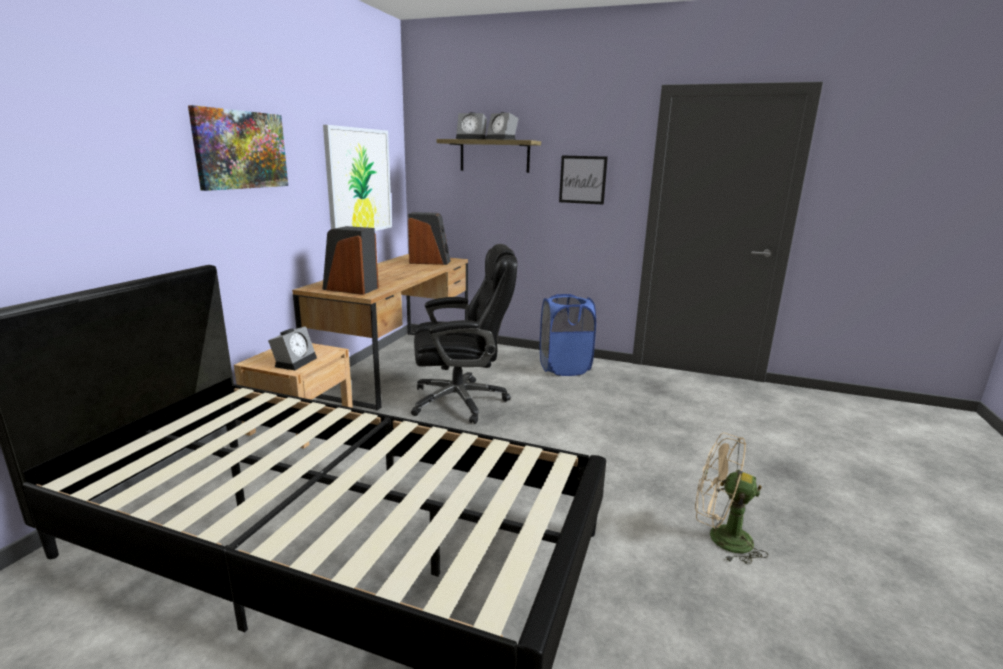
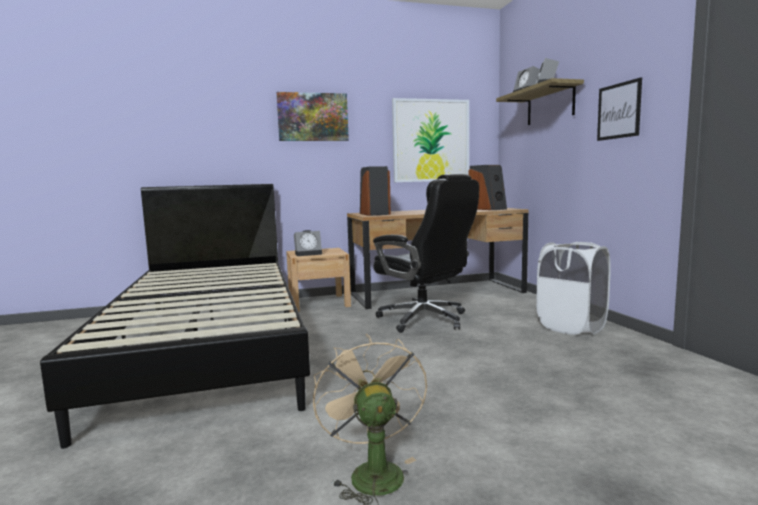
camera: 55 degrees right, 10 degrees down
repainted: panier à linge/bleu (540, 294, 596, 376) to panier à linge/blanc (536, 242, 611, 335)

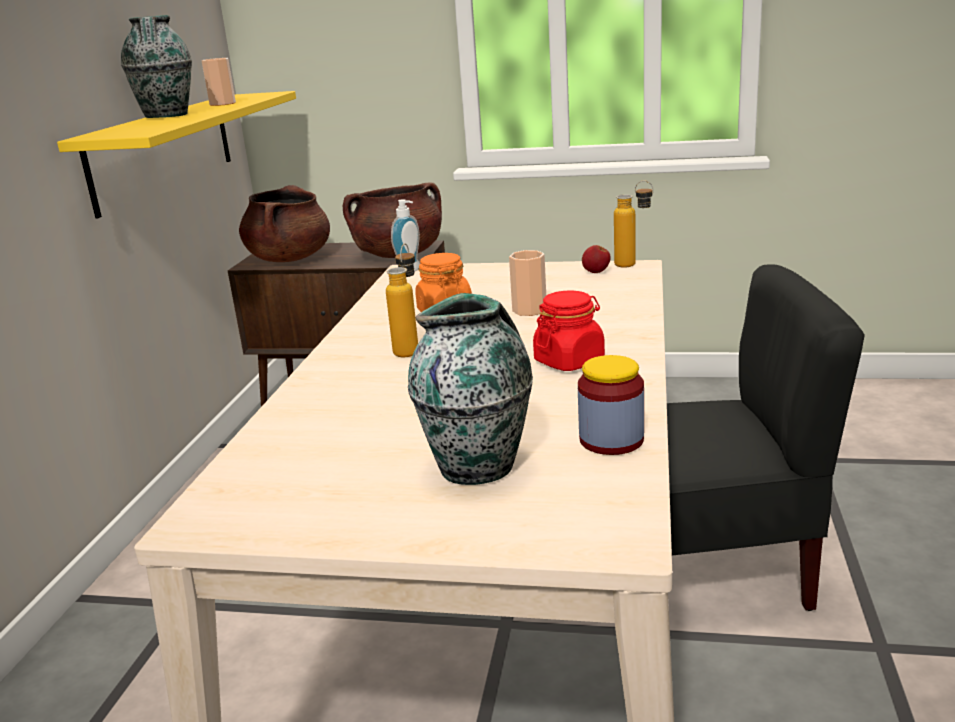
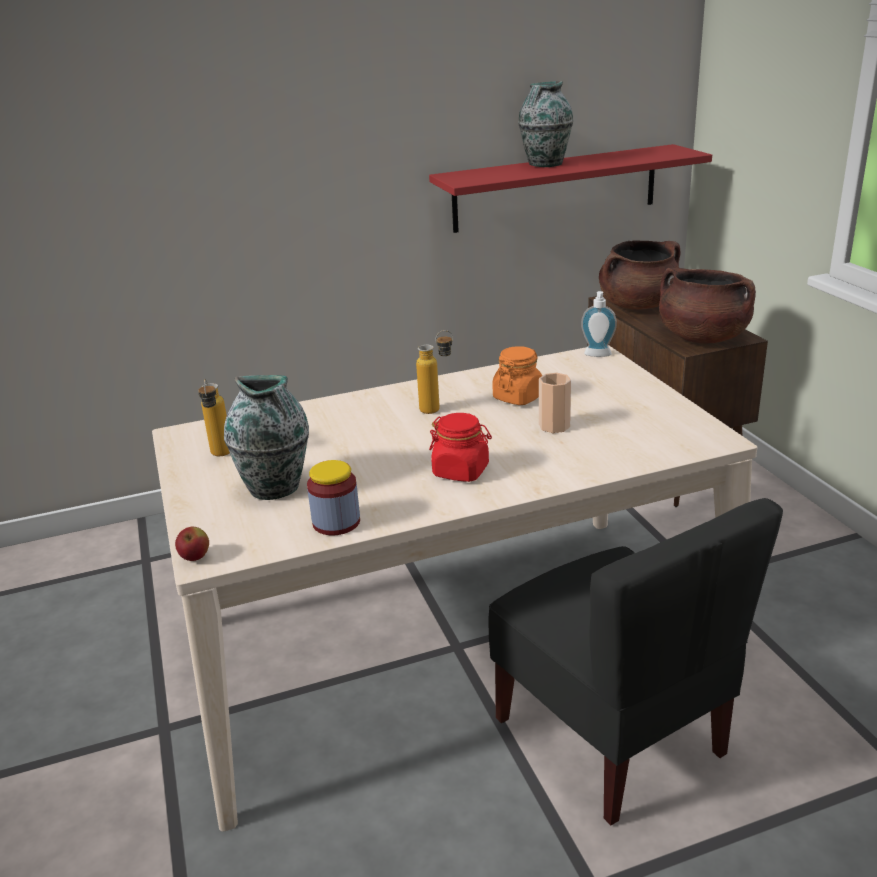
camera: 60 degrees right, 5 degrees up
gone: tasse (202, 58, 236, 106)
shifted: pomme (582, 245, 611, 273) to (175, 527, 209, 561); bouteille (614, 180, 653, 268) to (198, 379, 230, 456)
repainted: étagère/jaune (57, 91, 296, 219) to étagère/rouge (429, 144, 712, 233)

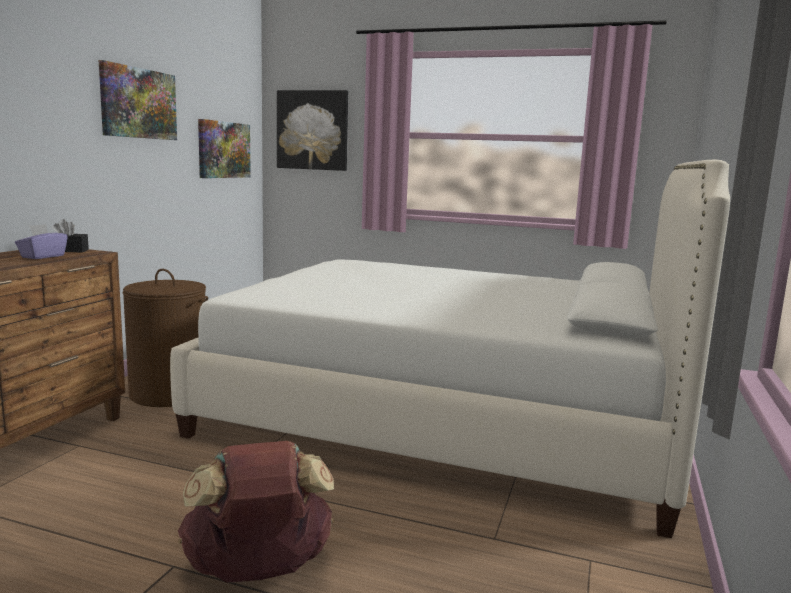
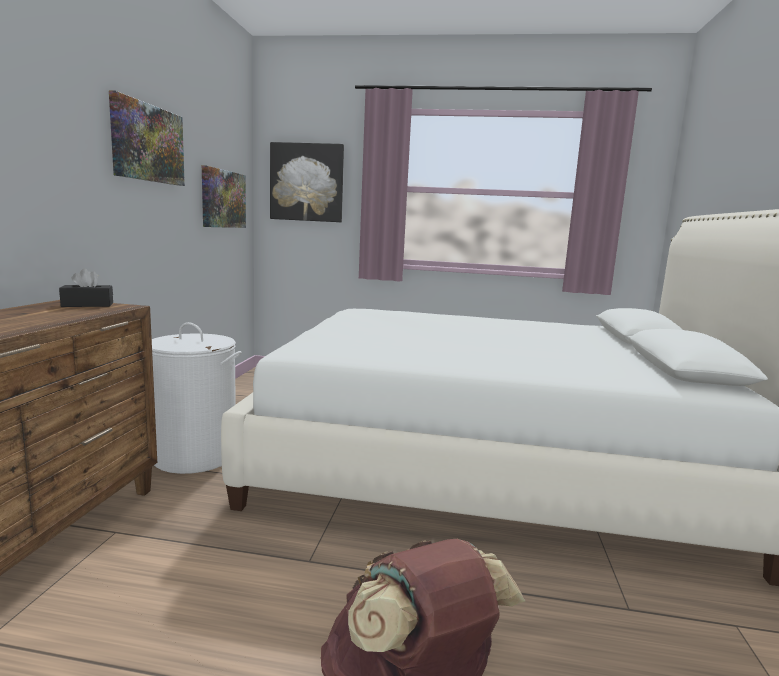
camera: 10 degrees left, 0 degrees up
gone: boîte à mouchoirs/violet (15, 224, 68, 259)
repainted: panier à linge/marron (123, 269, 208, 407) to panier à linge/blanc (152, 322, 242, 474)

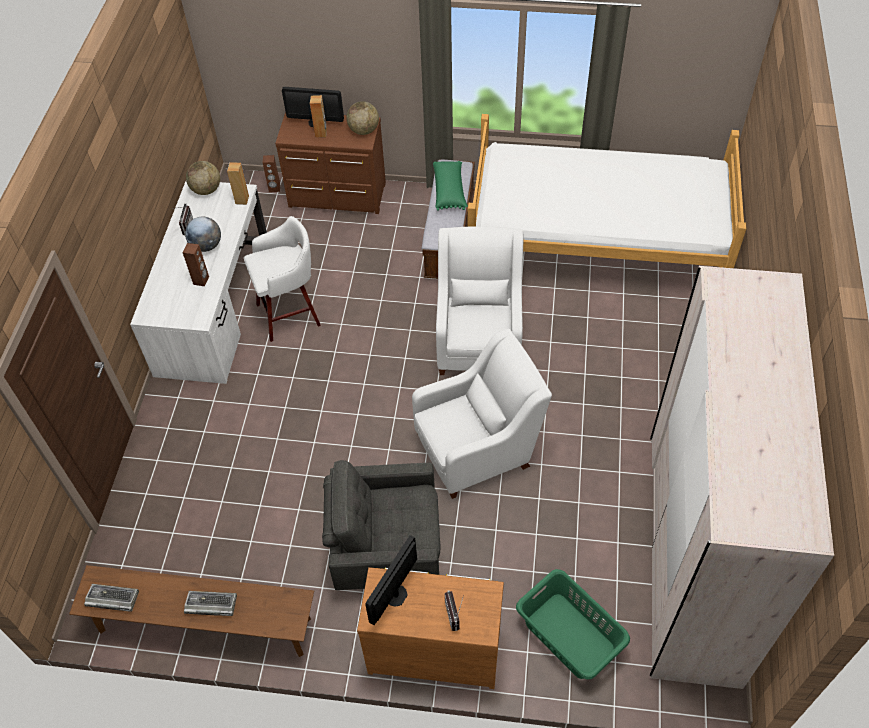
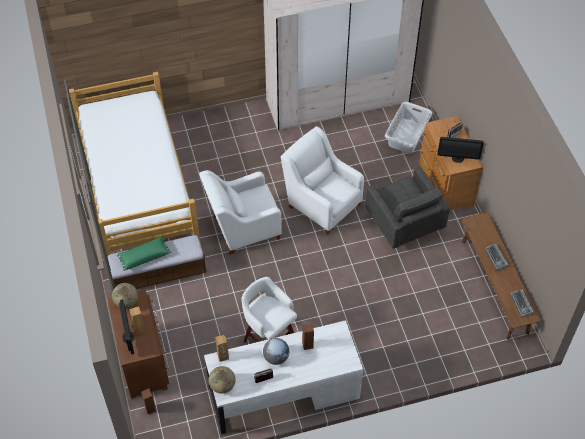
camera: 115 degrees left, 0 degrees up
repainted: panier à linge/vert (516, 569, 630, 679) to panier à linge/gris (385, 102, 432, 154)

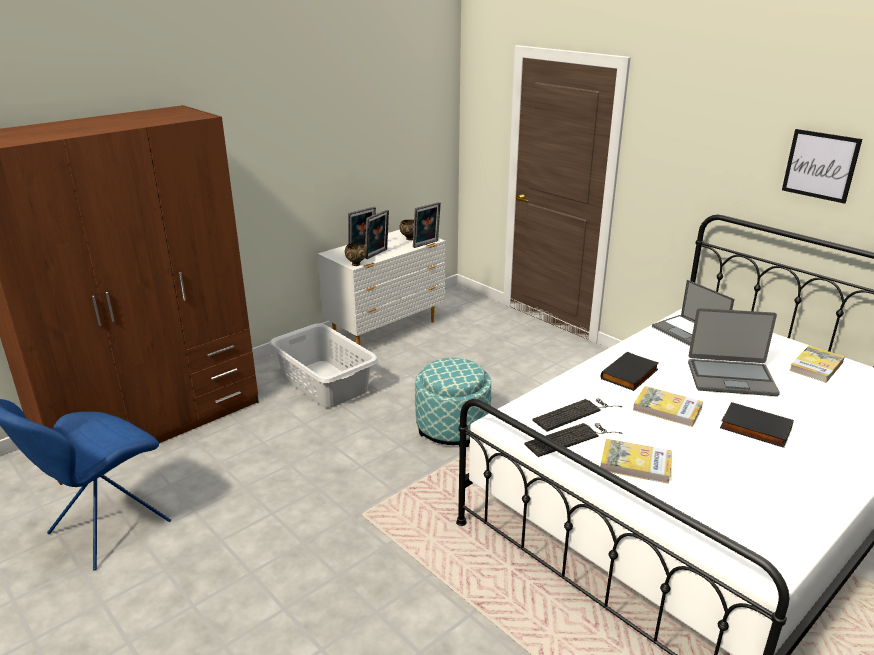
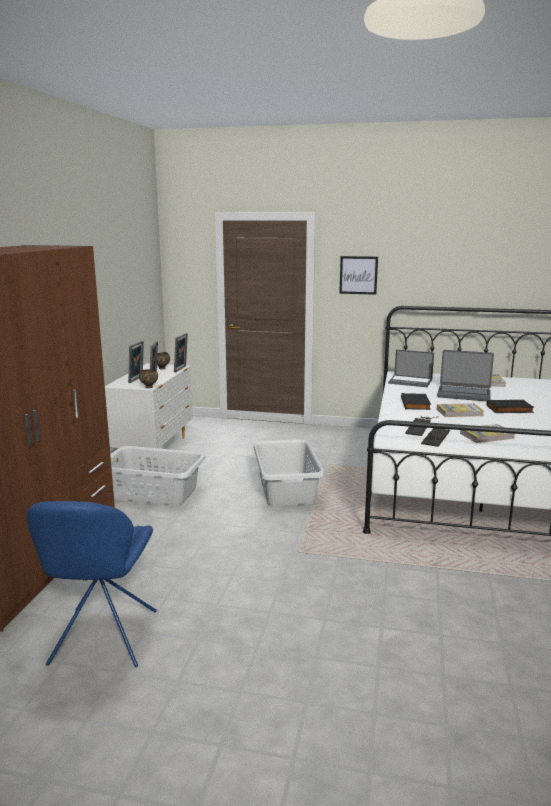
camera: 35 degrees left, 10 degrees down
shifted: tableau (782, 129, 862, 204) to (339, 256, 378, 295)
swapped: pouf (415, 358, 491, 447) to panier à linge/gris (253, 439, 324, 506)
rotated: ordinateur portable (688, 308, 780, 396) = (437, 350, 494, 402) 45 degrees clockwise

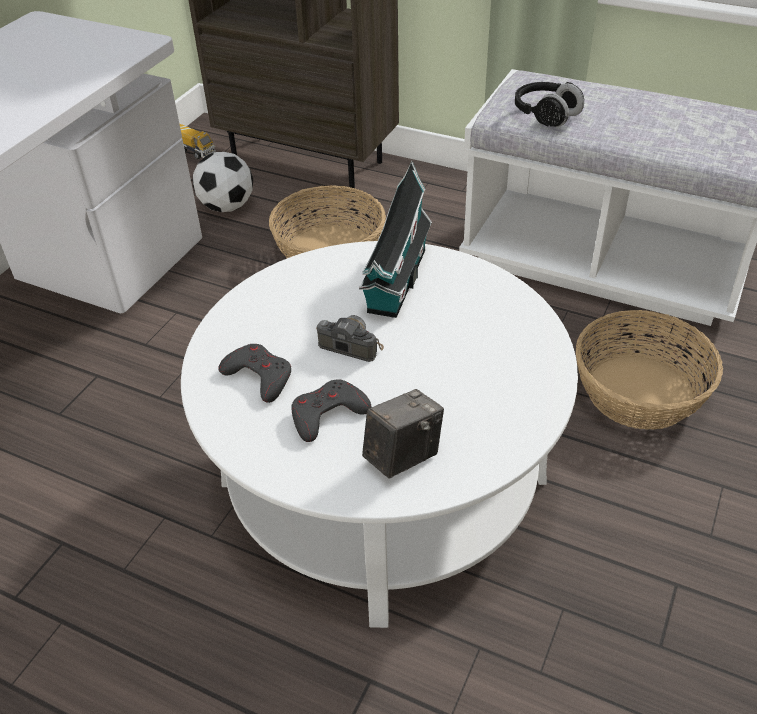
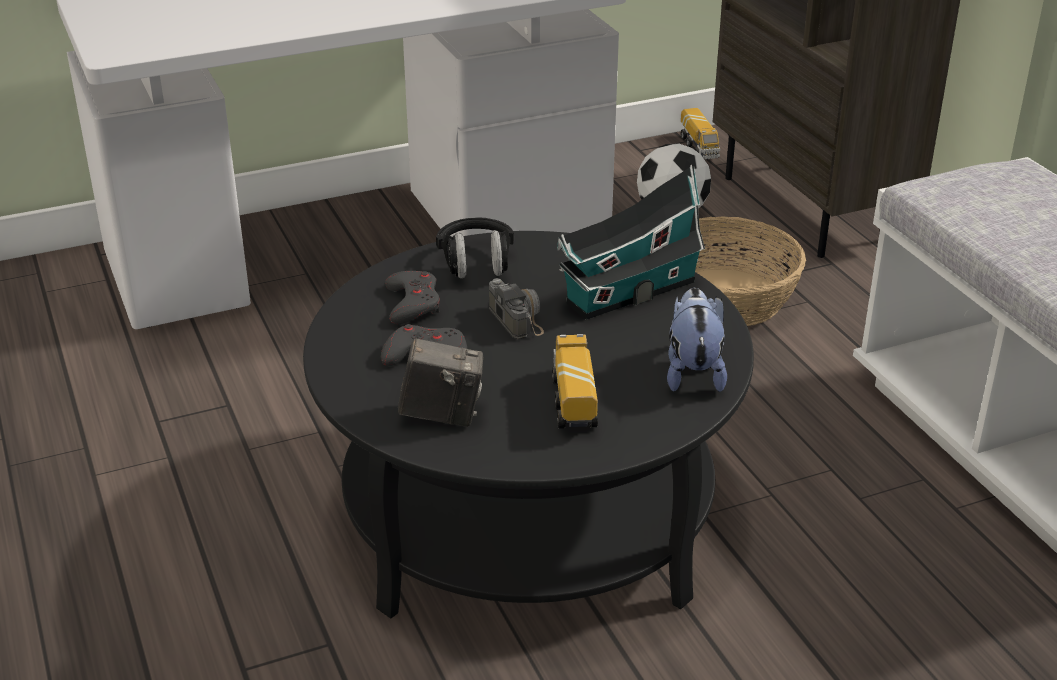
camera: 40 degrees right, 10 degrees down
gone: panier (576, 310, 723, 430)
new: camion jouet (552, 334, 598, 429); peluche (667, 288, 727, 392)
shifted: casque audio/noir (515, 82, 584, 127) to (436, 217, 514, 278)
repainted: table basse/blanc (181, 241, 578, 628) to table basse/noir (303, 231, 754, 618)

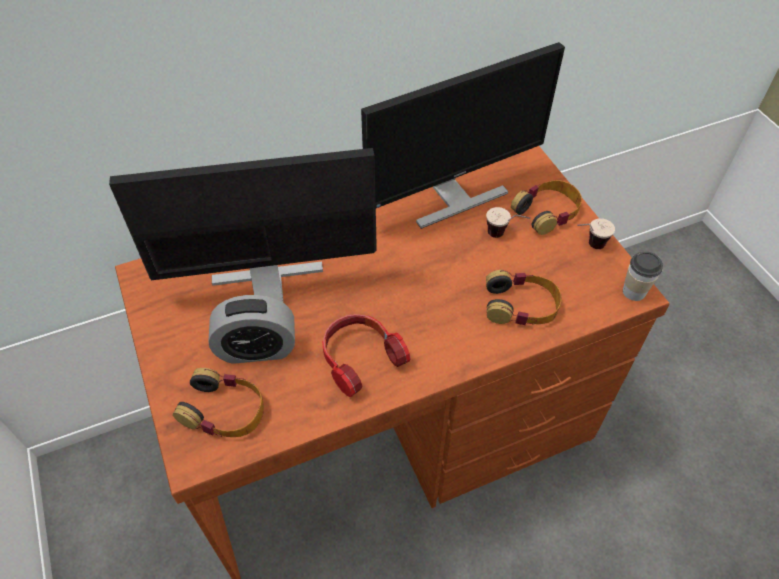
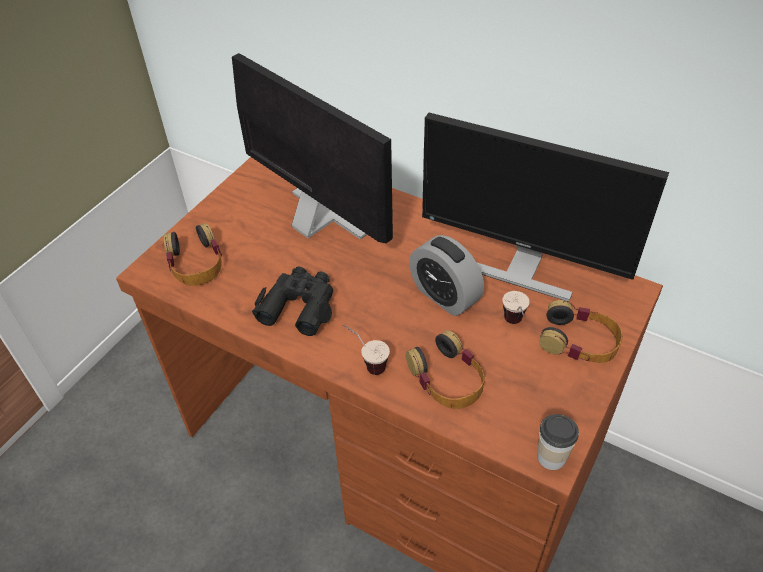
camera: 55 degrees right, 5 degrees down
shifted: réveil (208, 295, 295, 364) to (409, 235, 484, 316); tasse (577, 218, 615, 249) to (343, 324, 390, 375)
swapped: casque audio (322, 314, 410, 397) to jumelles/noir (252, 267, 333, 336)

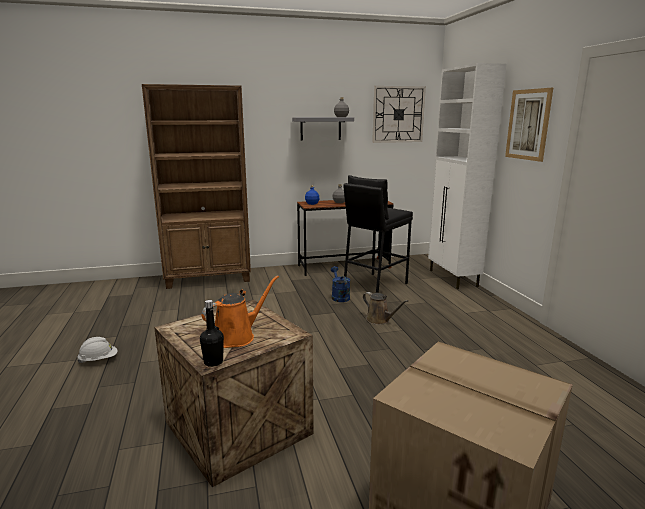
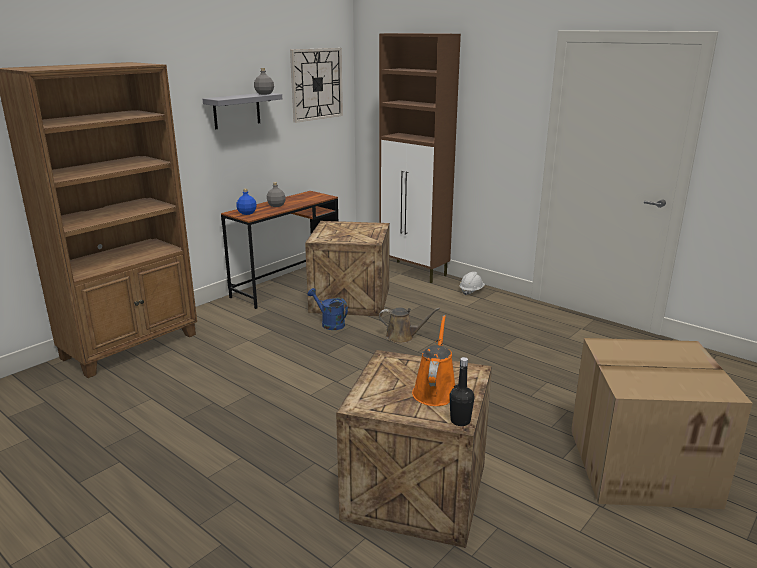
camera: 35 degrees left, 5 degrees up
gone: tableau (505, 88, 553, 162)
shifted: casque de chantier/blanc (78, 337, 118, 363) to (460, 272, 485, 296)
swapped: tabouret/noir (343, 175, 413, 293) to caisse (305, 221, 390, 316)
repainted: meuble de rangement/blanc (428, 63, 506, 289) to meuble de rangement/marron (379, 33, 461, 283)

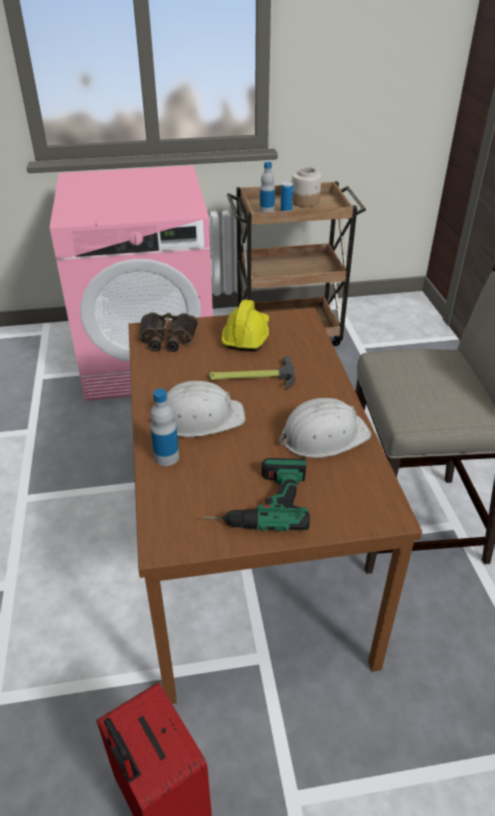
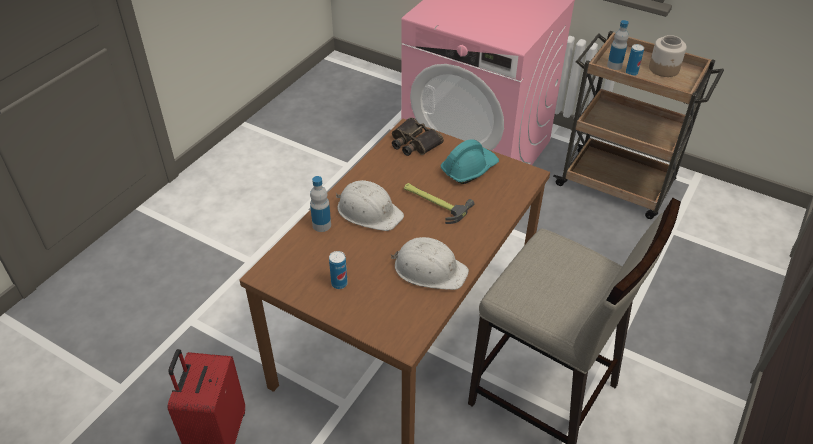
camera: 40 degrees right, 5 degrees up
swapped: perceuse (203, 458, 310, 531) to boîte métallique (329, 251, 348, 289)
repainted: casque de chantier/jaune (222, 300, 269, 351) to casque de chantier/turquoise (441, 139, 499, 184)

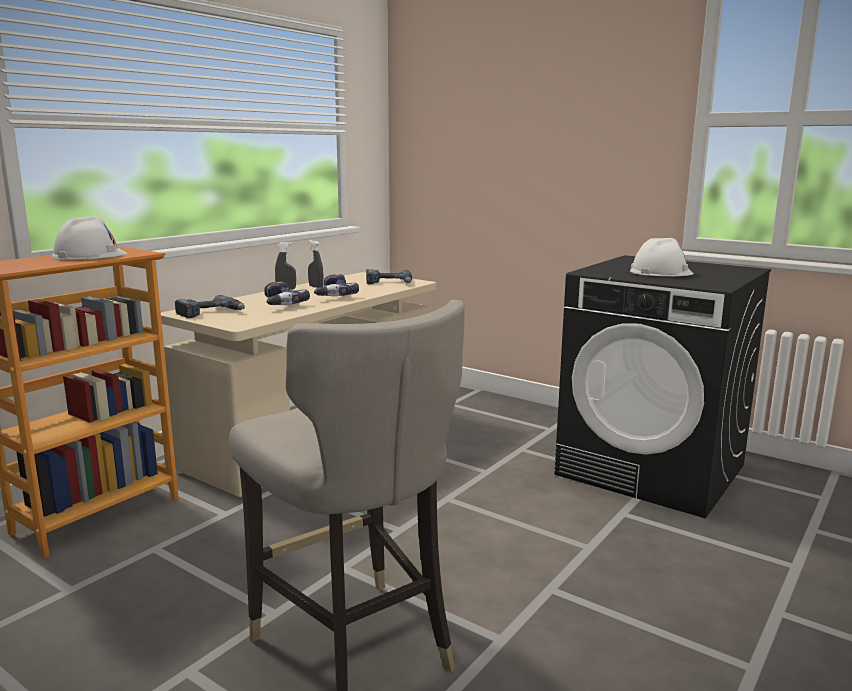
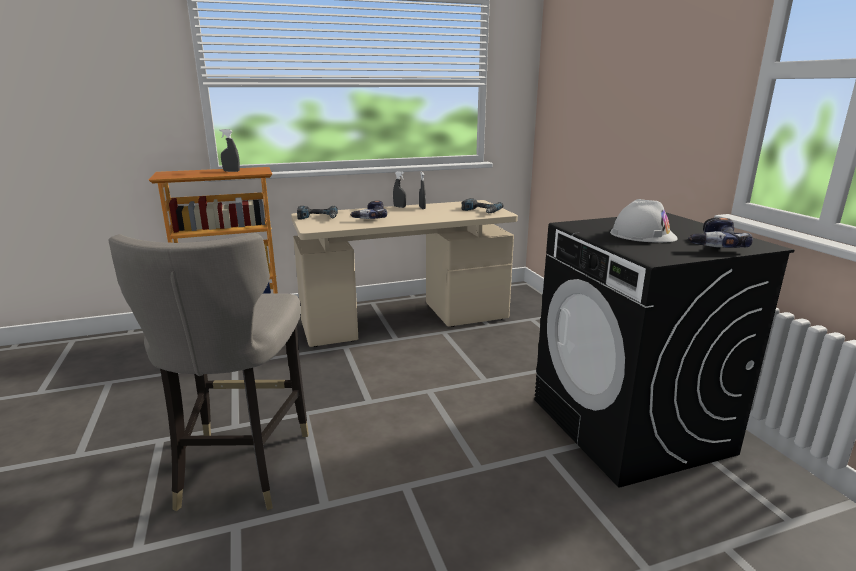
camera: 35 degrees right, 5 degrees up
shifted: perceuse (314, 274, 359, 296) to (688, 218, 753, 248)
swapped: casque de chantier/blanc (52, 216, 127, 260) to vaporisateur/gris (219, 129, 240, 172)

